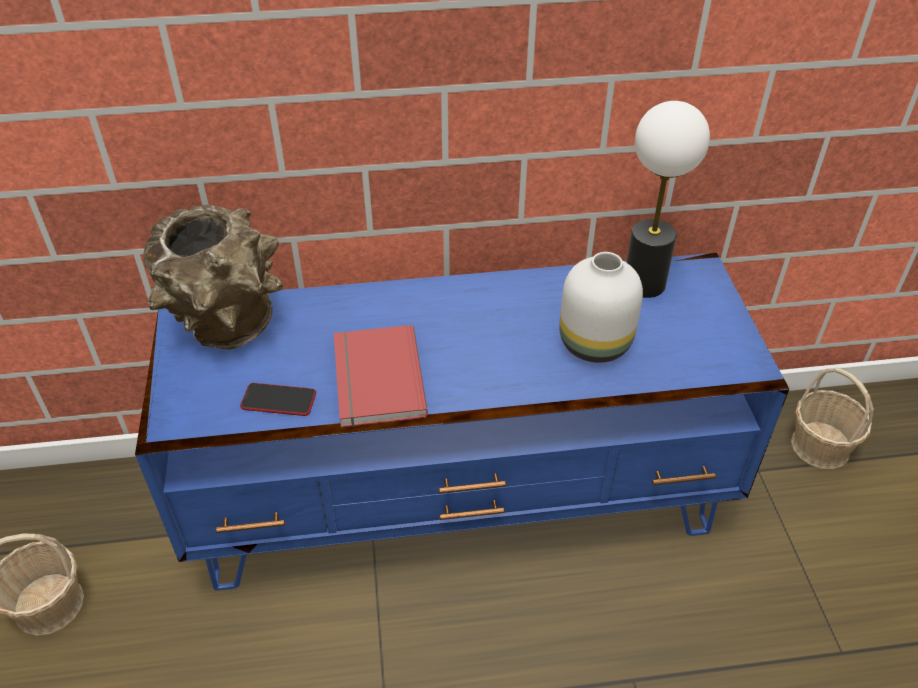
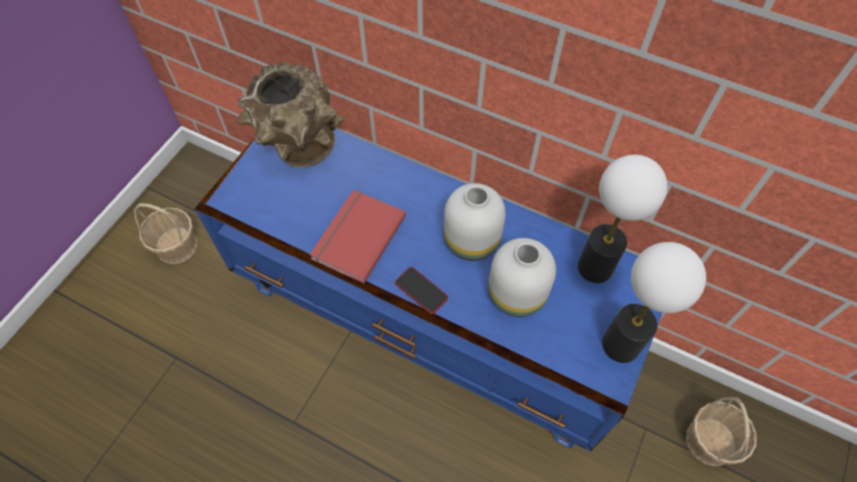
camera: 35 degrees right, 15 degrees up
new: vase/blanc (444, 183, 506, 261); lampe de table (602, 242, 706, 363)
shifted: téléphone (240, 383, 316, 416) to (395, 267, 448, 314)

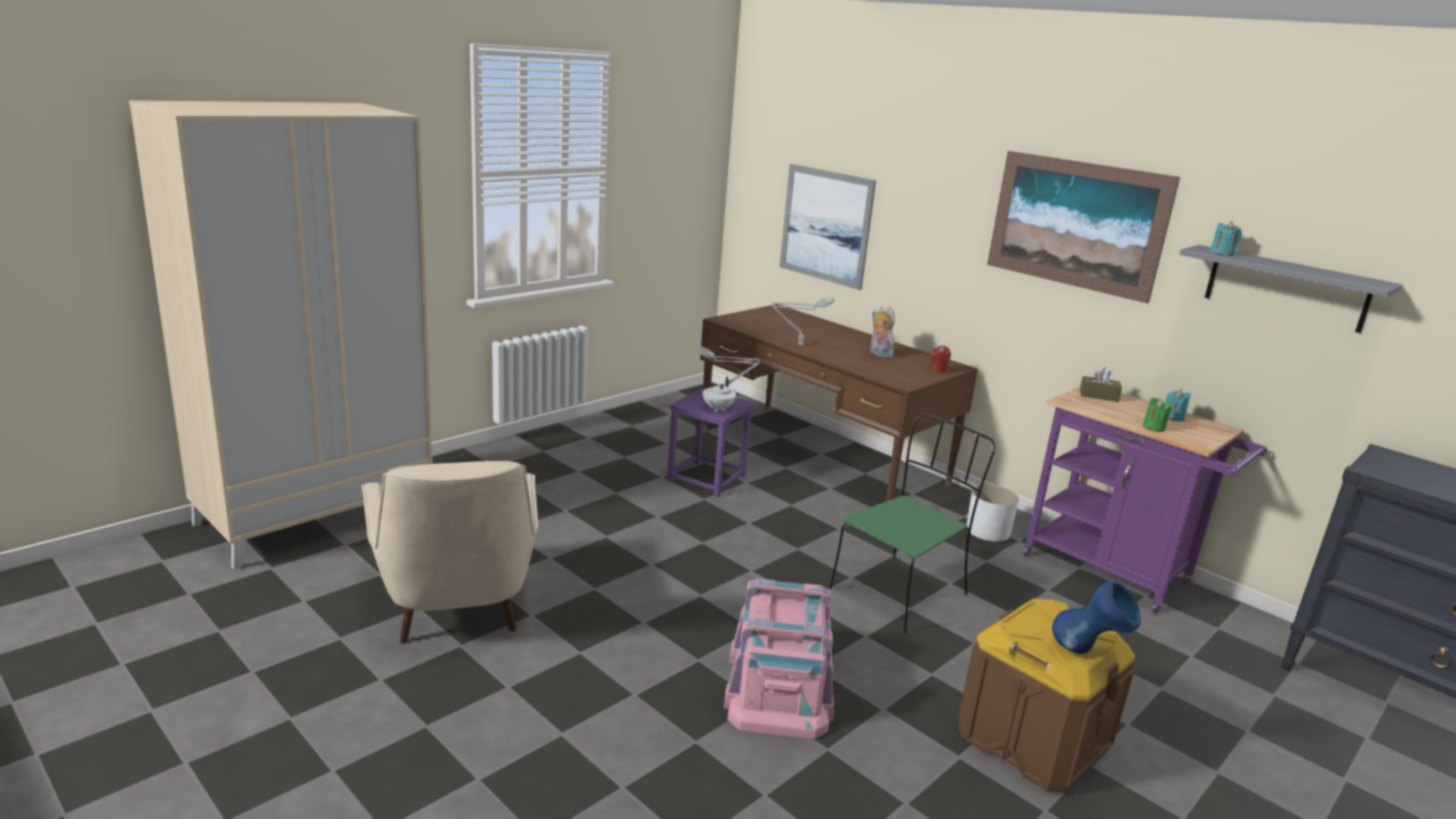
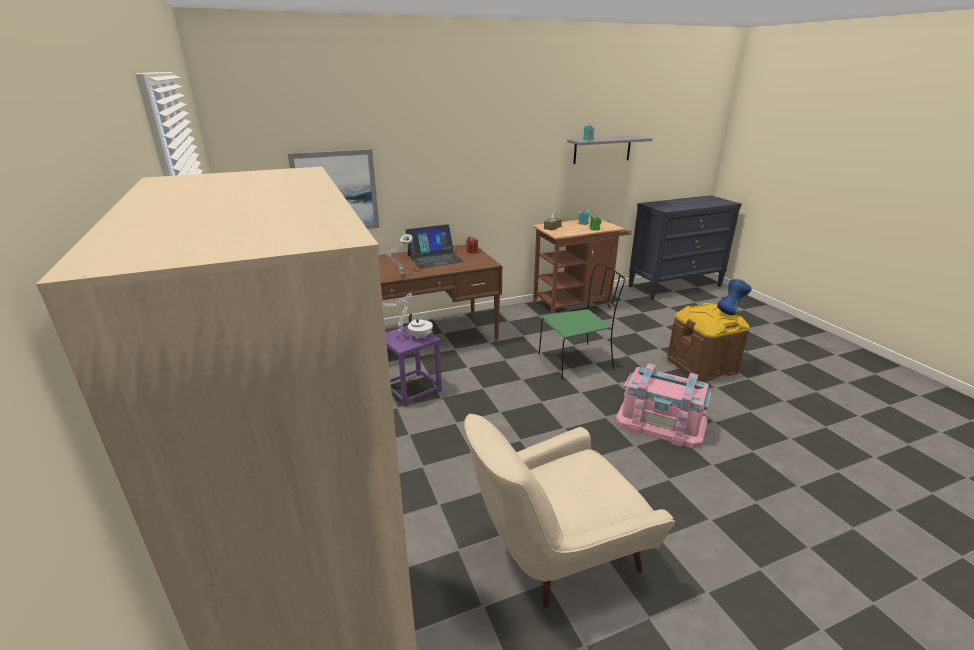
camera: 65 degrees left, 5 degrees up
gone: cache-pot/blanc (967, 485, 1019, 542); tableau (987, 151, 1180, 304)
swapped: peluche (870, 305, 896, 358) to ordinateur portable (405, 224, 465, 268)
repainted: chariot/violet (1023, 387, 1267, 614) to chariot/marron (533, 219, 631, 314)
rotated: fauteuil/beige (361, 461, 539, 644) = (464, 414, 675, 607) 150 degrees clockwise; chaise/vert (829, 414, 995, 633) = (539, 263, 625, 379) 90 degrees clockwise

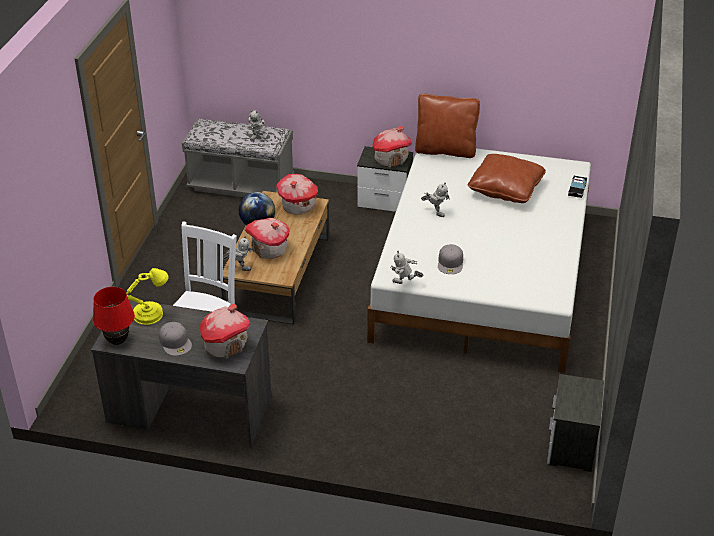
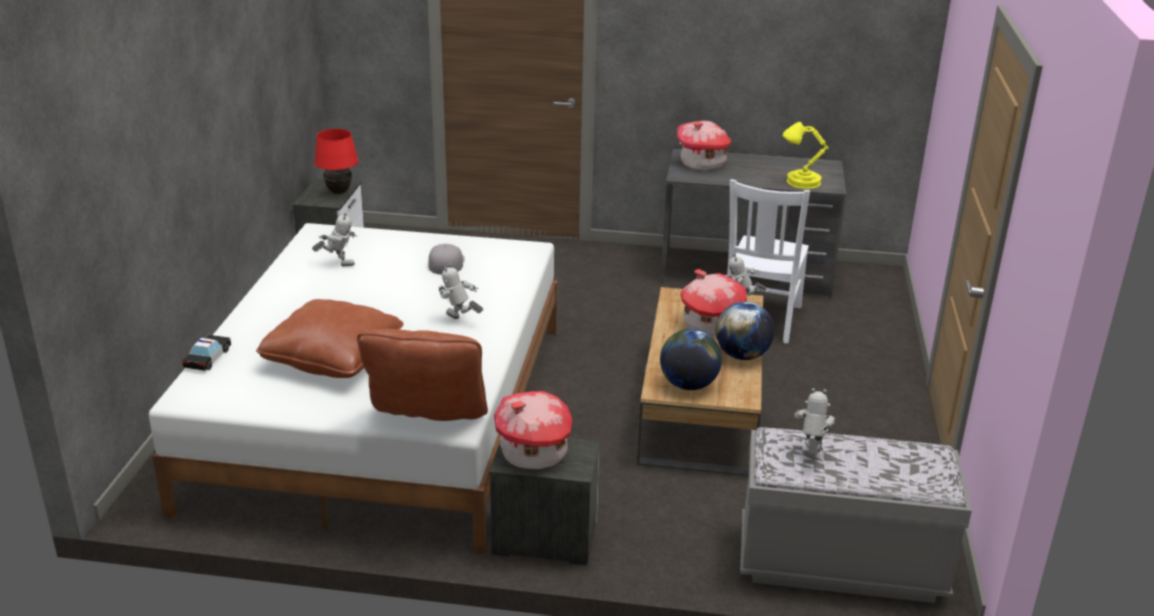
camera: 175 degrees right, 10 degrees down
gone: casquette/gris (159, 322, 192, 356)
shifted: lampe de table/rouge (93, 287, 135, 345) to (314, 129, 359, 194); robot jouet (390, 251, 424, 284) to (312, 212, 357, 266)
swapped: maison miniature (276, 174, 318, 215) to globe (660, 329, 722, 390)

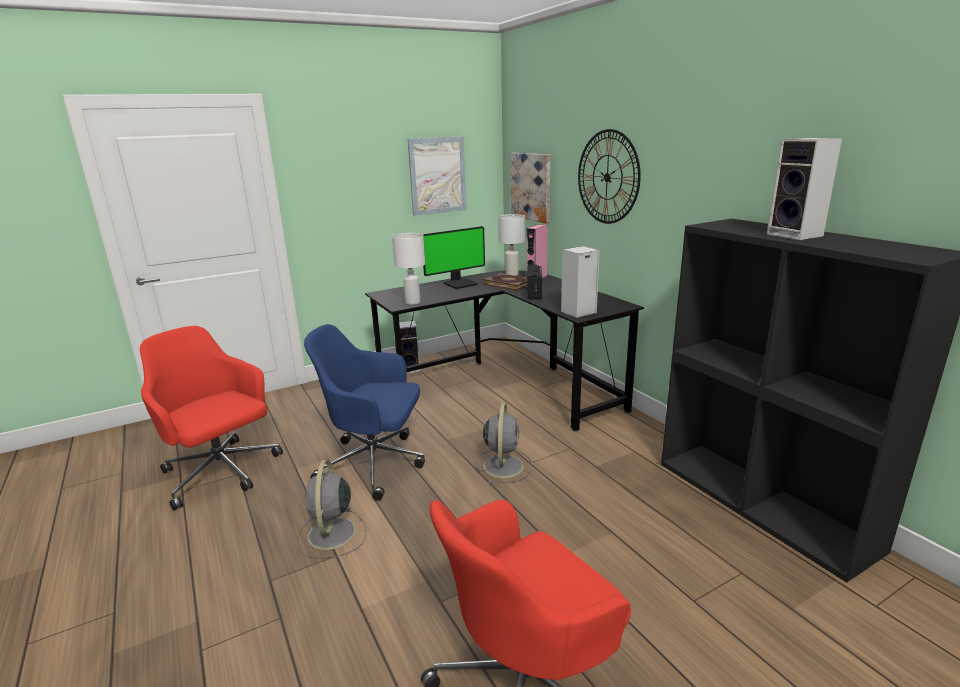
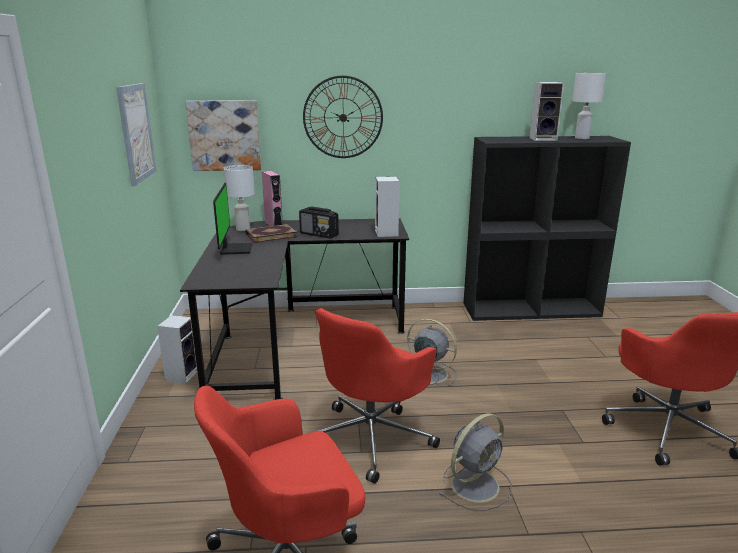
camera: 65 degrees left, 0 degrees up
shifted: lampe de table/blanc (392, 233, 425, 305) to (572, 73, 606, 139)
repainted: chaise de bureau/bleu (304, 324, 425, 501) to chaise de bureau/rouge (315, 308, 440, 484)
rotated: ventilateur/gris (297, 460, 367, 559) = (440, 413, 512, 511) 60 degrees counterclockwise

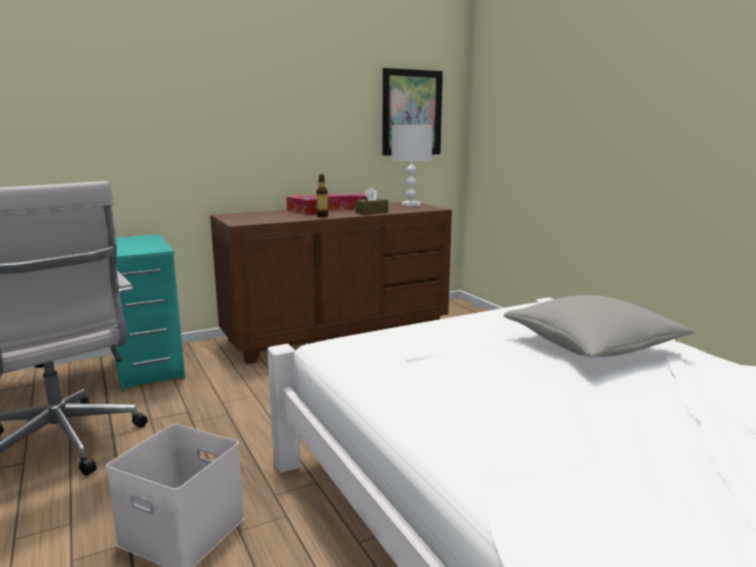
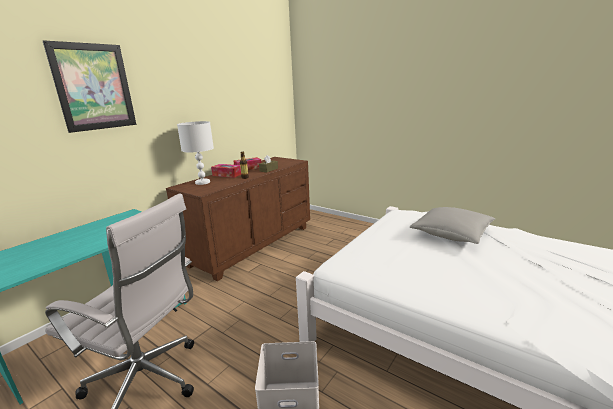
camera: 25 degrees left, 5 degrees up
shifted: tableau (383, 68, 443, 156) to (43, 40, 136, 133); lampe de table/blanc (391, 125, 433, 206) to (177, 121, 214, 185)

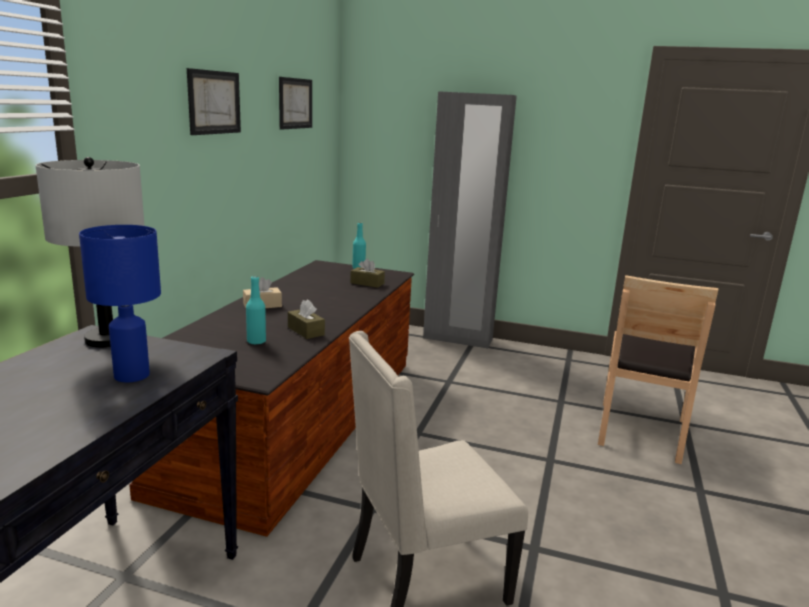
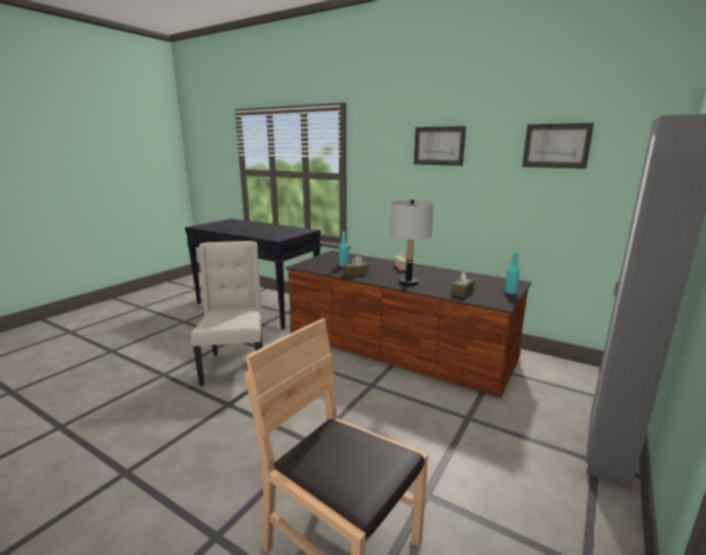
camera: 105 degrees right, 0 degrees up
gone: lampe de table/bleu (79, 225, 161, 383)
shifted: lampe de table/gris (35, 157, 145, 348) to (390, 199, 434, 286)

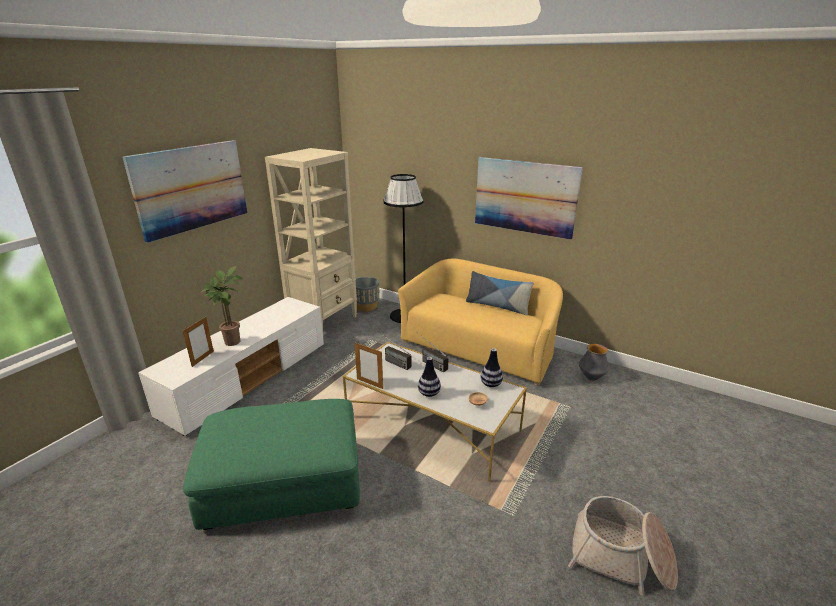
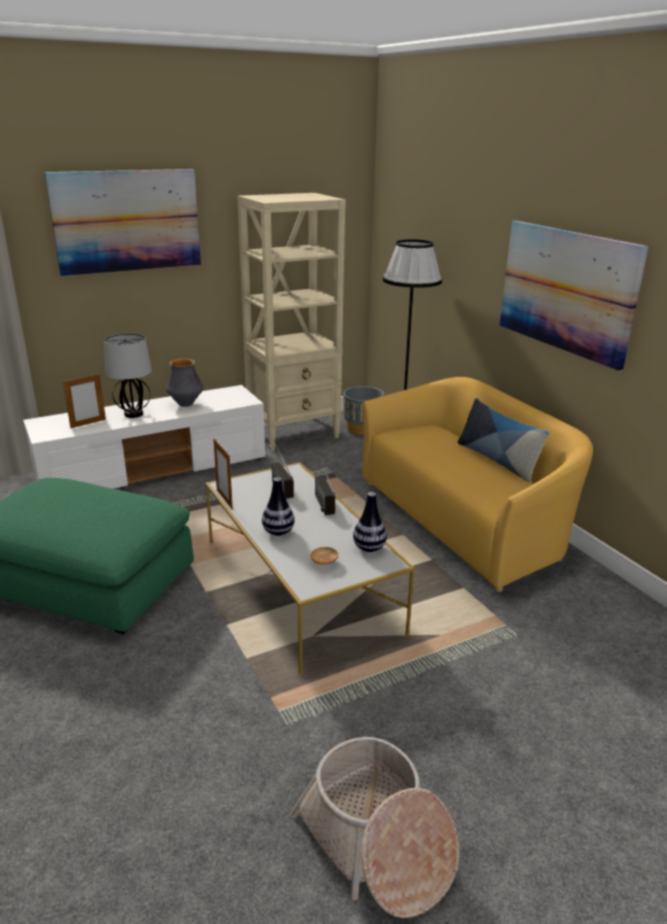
camera: 30 degrees right, 0 degrees up
shifted: vase (579, 344, 609, 381) to (166, 359, 204, 407)
swapped: plante en pot (201, 266, 243, 346) to lampe de table (104, 333, 152, 418)

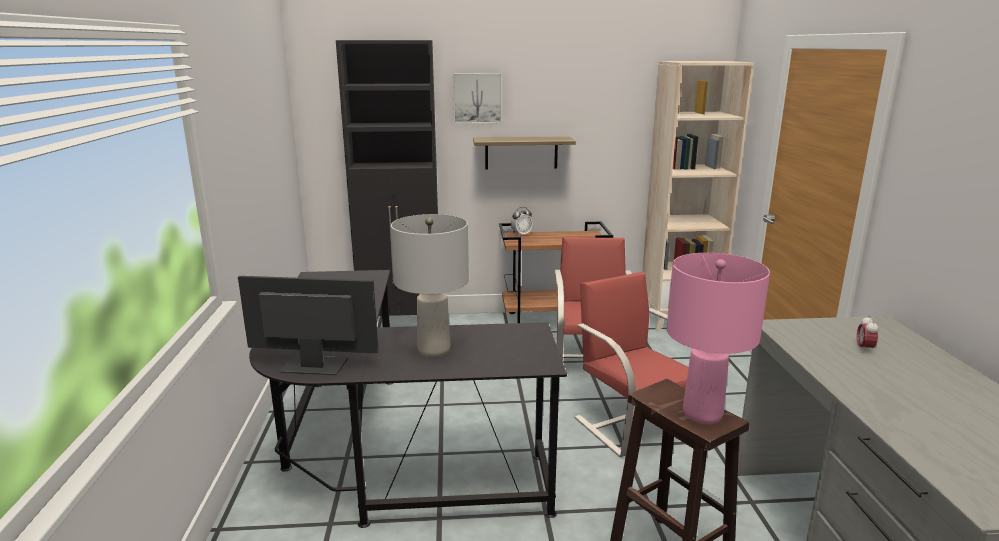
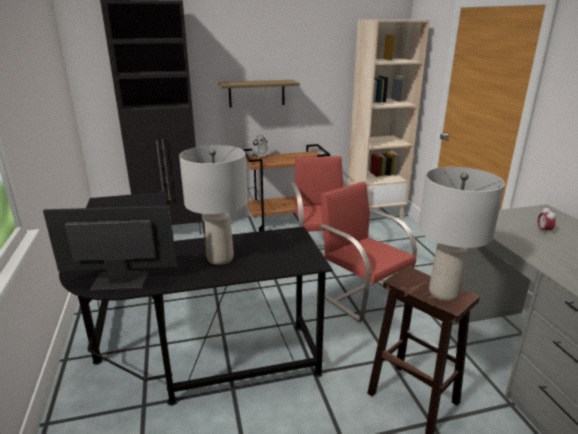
camera: 10 degrees left, 5 degrees up
gone: tableau (453, 73, 502, 123)
repainted: lampe de table/rose (666, 253, 770, 424) to lampe de table/gris (418, 167, 505, 301)

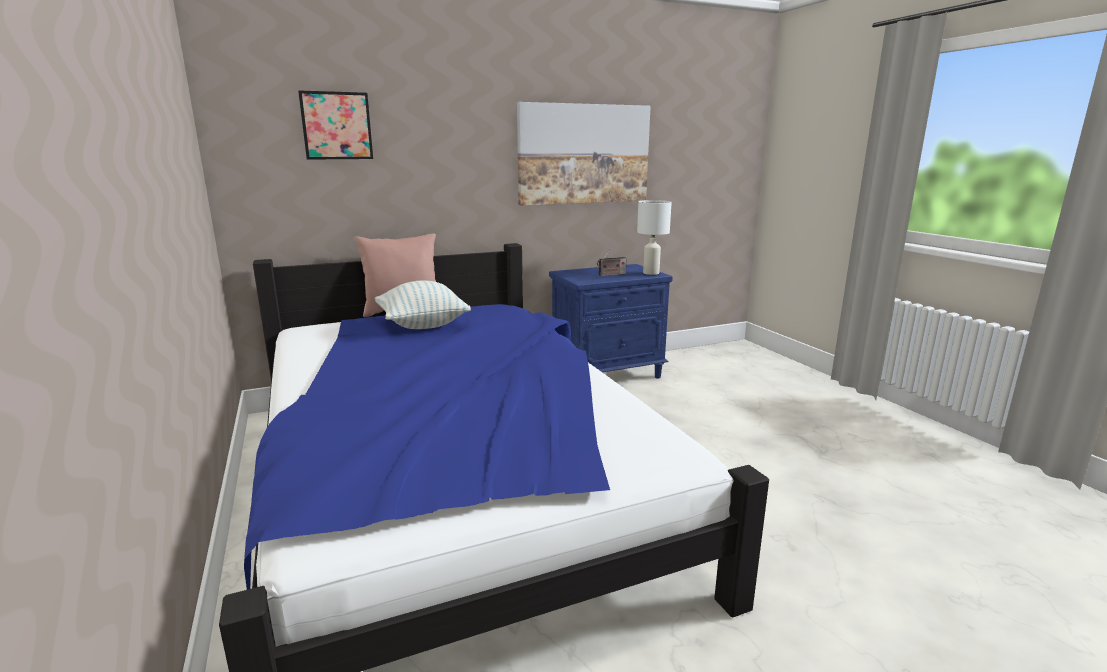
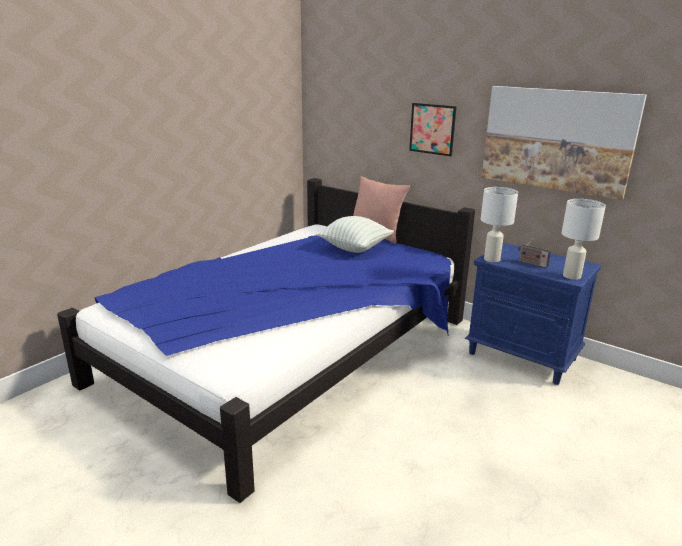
camera: 60 degrees right, 5 degrees up
new: lampe de table/blanc (481, 187, 518, 262)
shifted: tableau (298, 90, 373, 160) to (409, 103, 457, 156)

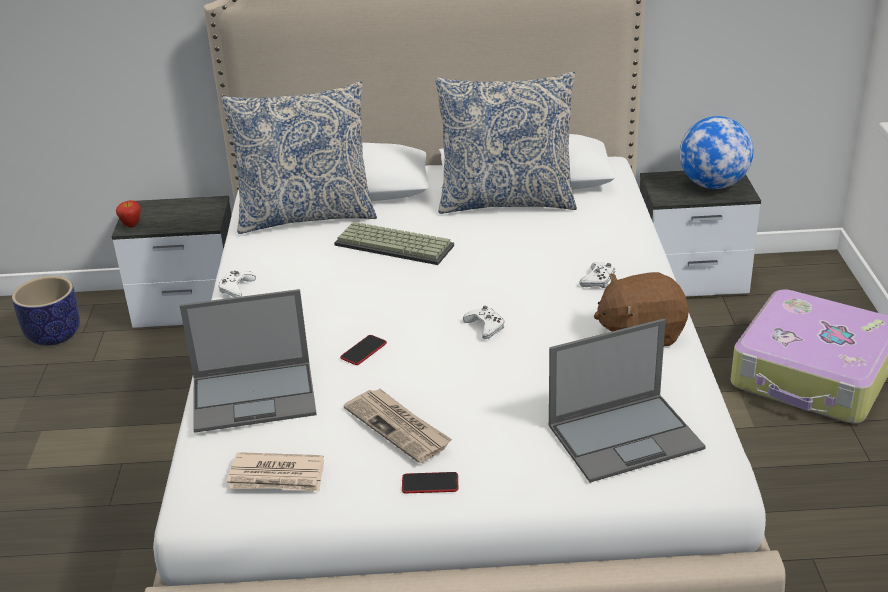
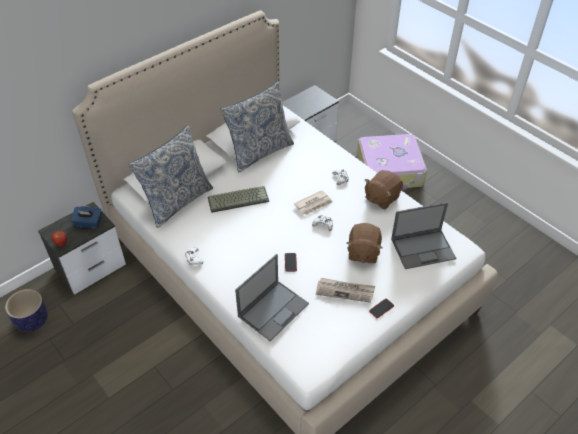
camera: 40 degrees left, 15 degrees up
gone: globe (680, 116, 753, 189)
new: boîte à mouchoirs/bleu (71, 206, 101, 228); peluche/marron (347, 223, 382, 264)
shifted: journal (227, 452, 324, 491) to (294, 190, 333, 216)
rotated: ordinateur portable (549, 319, 706, 483) = (391, 202, 456, 269) 45 degrees clockwise

